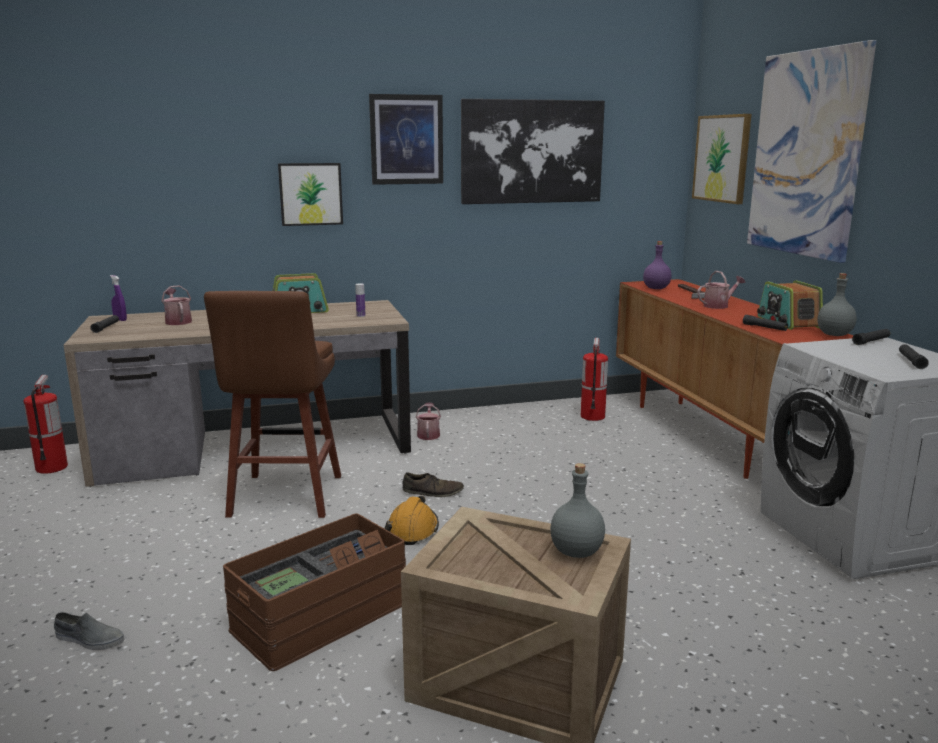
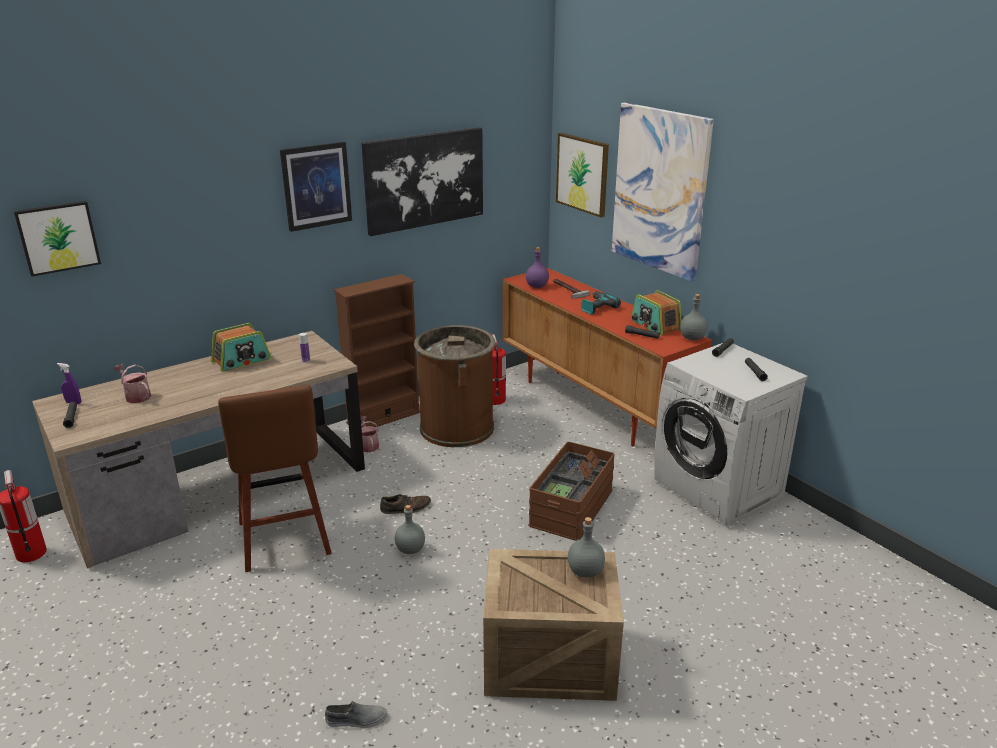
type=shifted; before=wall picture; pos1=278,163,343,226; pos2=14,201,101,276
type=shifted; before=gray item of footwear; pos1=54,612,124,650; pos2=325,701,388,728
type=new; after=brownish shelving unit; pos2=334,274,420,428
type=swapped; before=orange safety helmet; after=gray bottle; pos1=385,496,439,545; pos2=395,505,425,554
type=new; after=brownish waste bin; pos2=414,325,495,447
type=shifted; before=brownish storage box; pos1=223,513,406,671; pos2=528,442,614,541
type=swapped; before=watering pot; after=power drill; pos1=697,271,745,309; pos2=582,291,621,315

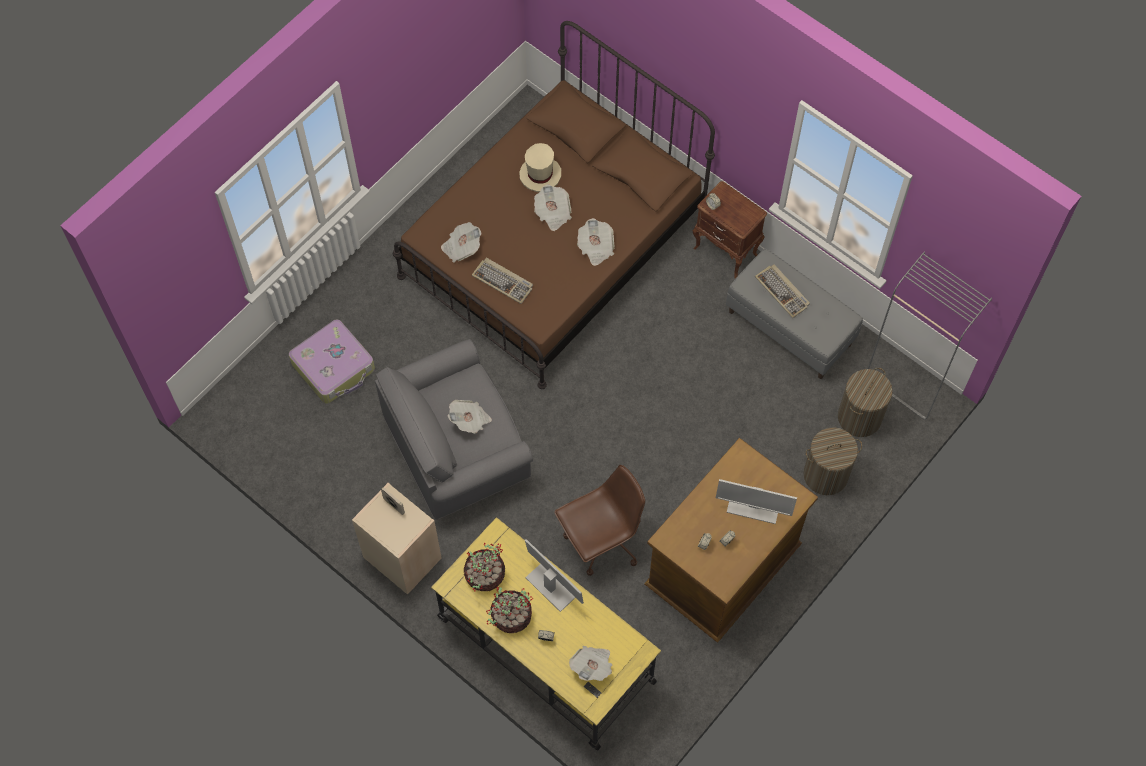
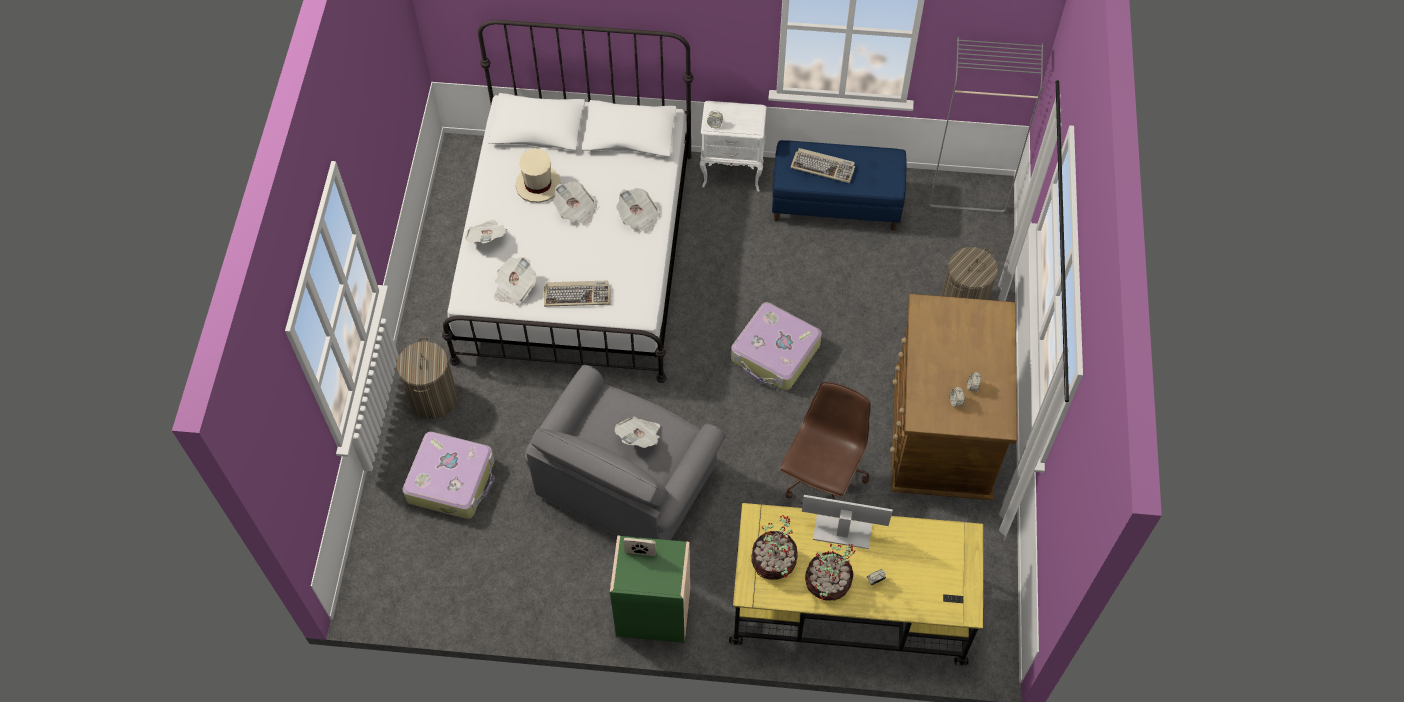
type=shifted; before=laundry basket; pos1=838,368,893,437; pos2=397,337,457,419
type=repainted; before=brownish bed; after=white bed; pos1=393,21,715,389; pos2=442,20,693,383
type=shifted; before=printed paper; pos1=569,646,612,681; pos2=465,220,507,243
type=repainted; before=sand-coloured shelving unit; after=green-coloured shelving unit; pos1=352,483,441,595; pos2=610,535,690,643
type=repainted; before=brownish night table; after=white night table; pos1=693,181,767,279; pos2=700,101,767,191
type=new; after=suitcase; pos2=731,302,822,390
type=repainted; before=gray long seat; after=blue-coloured long seat; pos1=726,249,863,379; pos2=772,140,907,231
type=gone; before=monitor; pos1=716,479,797,524

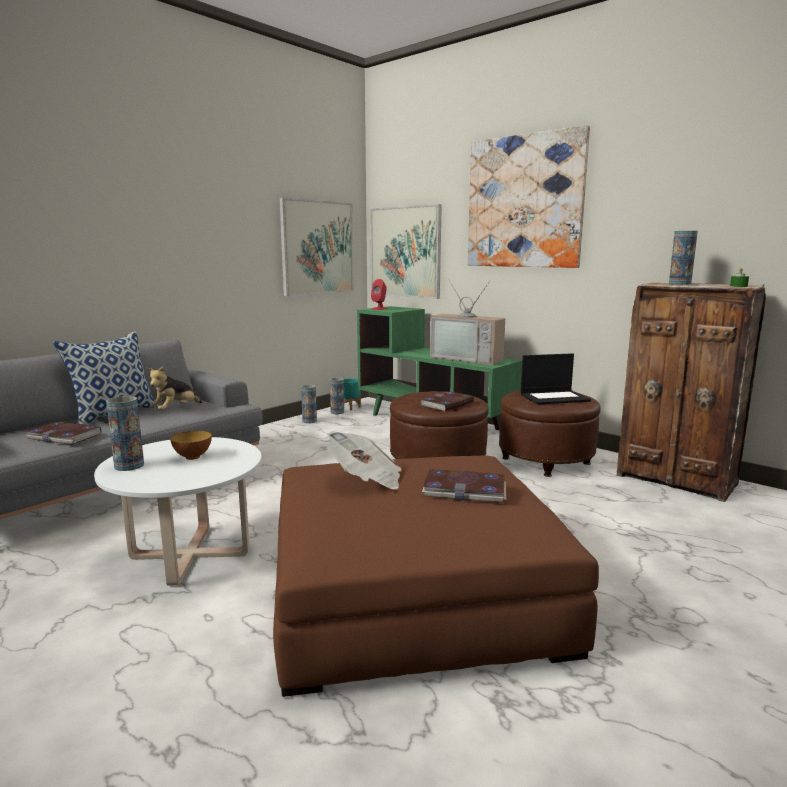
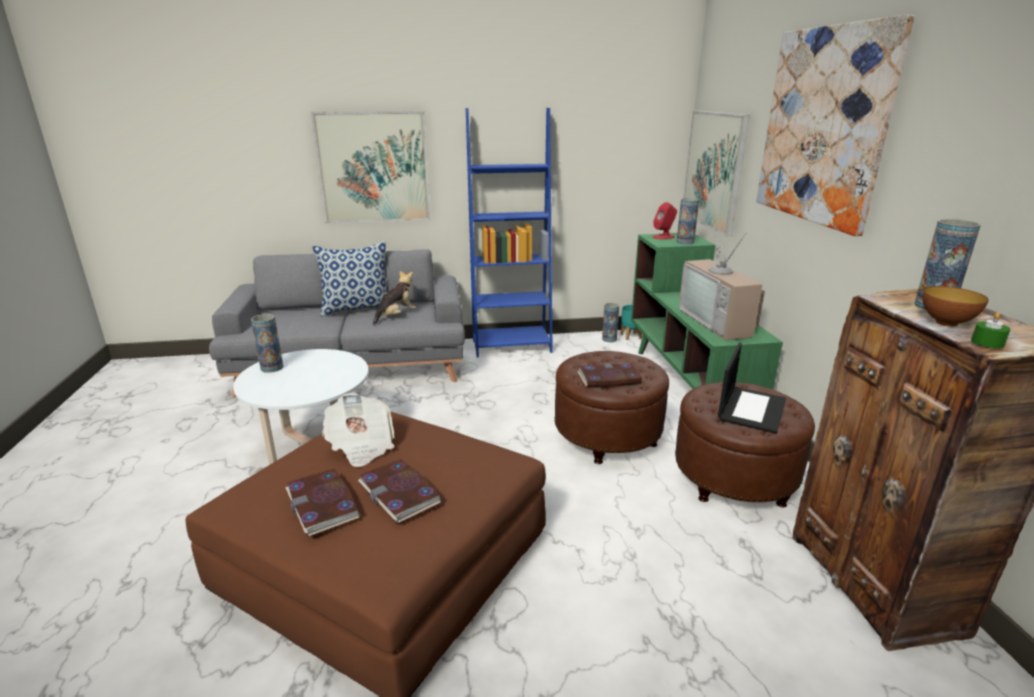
type=shifted; before=book; pos1=26,422,101,445; pos2=285,468,360,537
type=shifted; before=wall picture; pos1=279,197,354,296; pos2=311,111,430,223
type=rotated; before=plush toy; pos1=147,366,202,410; pos2=373,271,416,325; turn=150
type=new; after=blue-coloured shelving unit; pos2=466,108,553,357
type=shifted; before=vase; pos1=301,385,317,424; pos2=676,198,699,245
type=rotated; before=notebook computer; pos1=521,353,591,405; pos2=718,343,786,434; turn=-90
type=shifted; before=serving bowl; pos1=170,431,212,460; pos2=922,286,989,326

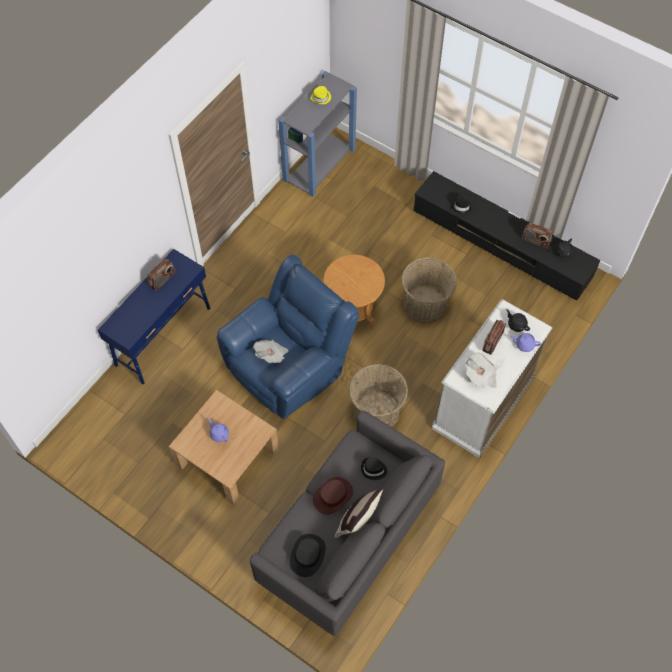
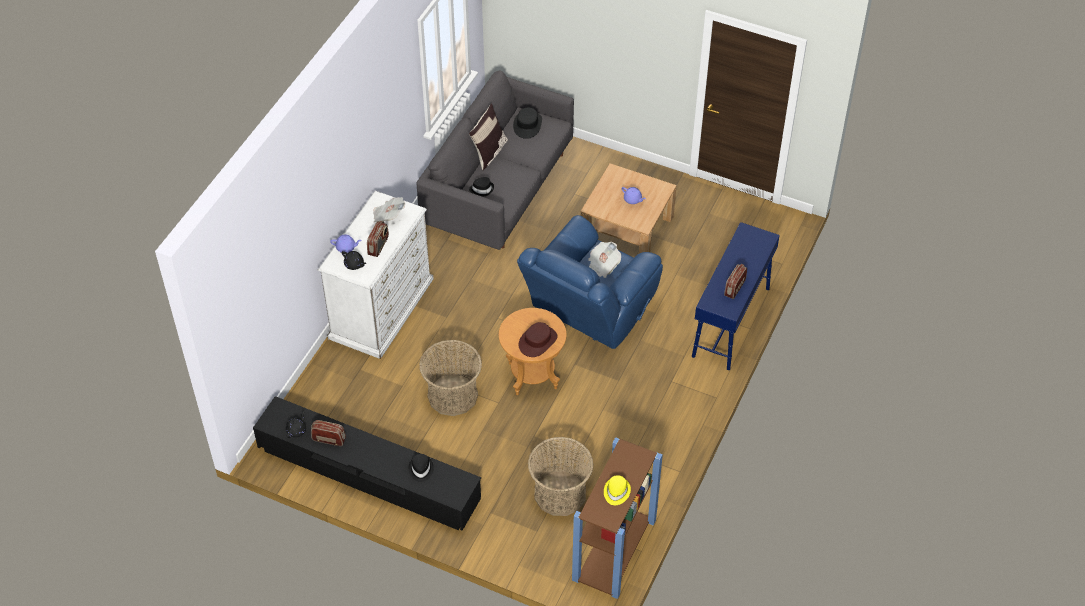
type=shifted; before=brownish hat; pos1=313,477,353,515; pos2=519,322,557,357
type=shifted; before=household basket; pos1=349,364,408,427; pos2=528,437,594,516
type=repainted; before=gray shelving unit; after=brownish shelving unit; pos1=278,71,357,197; pos2=572,437,663,599

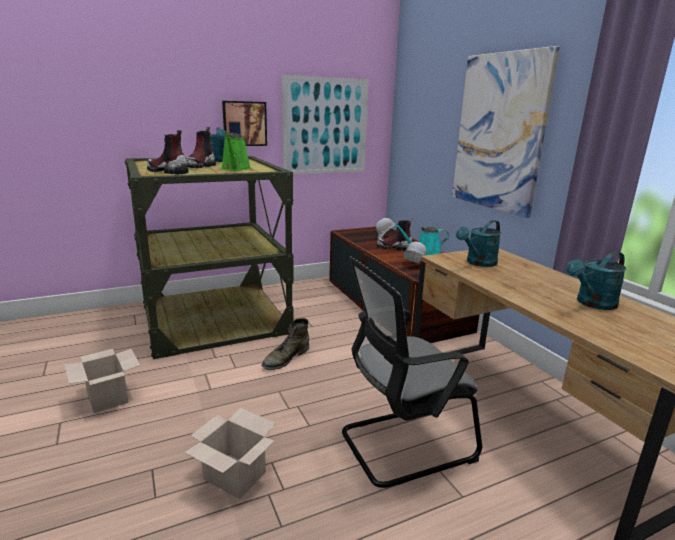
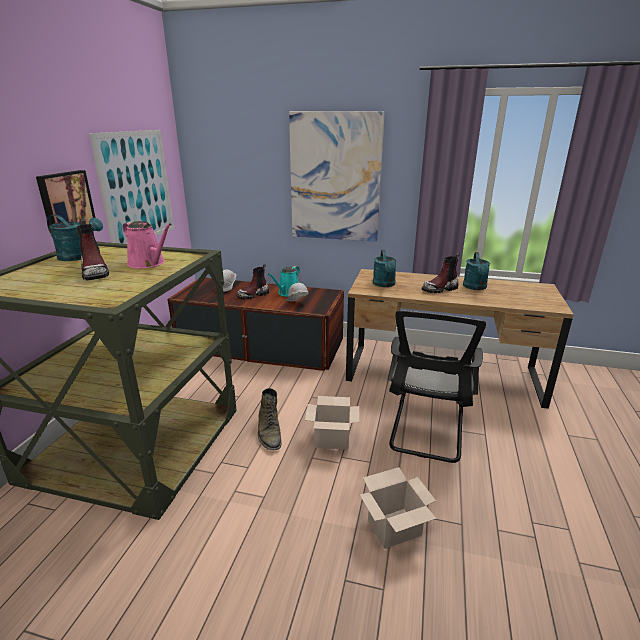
type=repainted; before=green-coloured watering pot; after=pink watering pot; pos1=221,131,251,171; pos2=123,221,172,268
type=shifted; before=cardboard box; pos1=64,349,140,413; pos2=305,396,359,449
type=shifted; before=tall boot; pos1=147,130,189,175; pos2=422,253,460,293

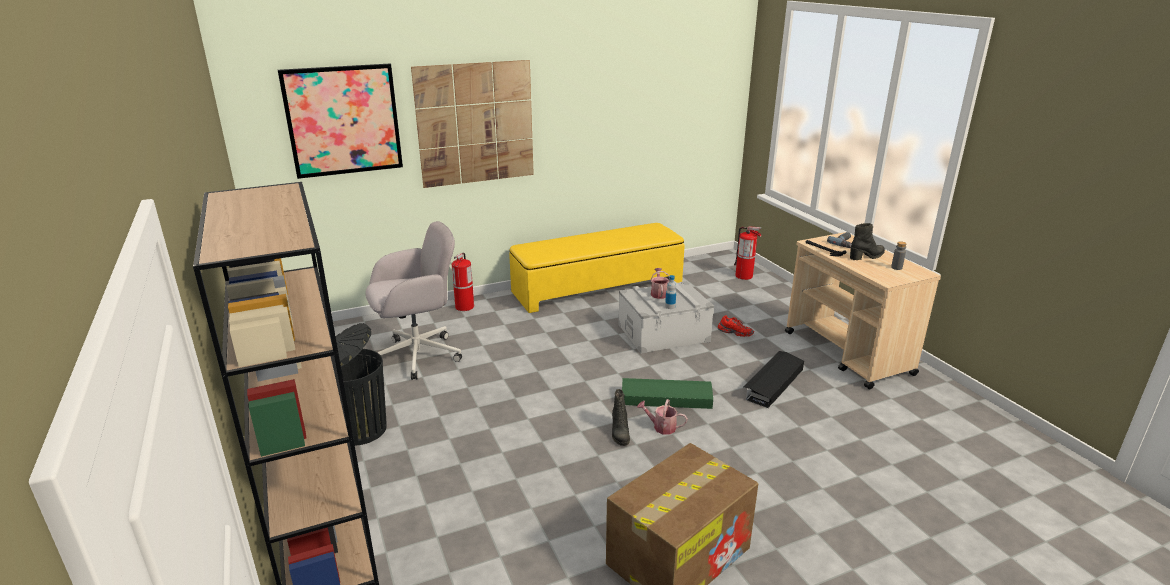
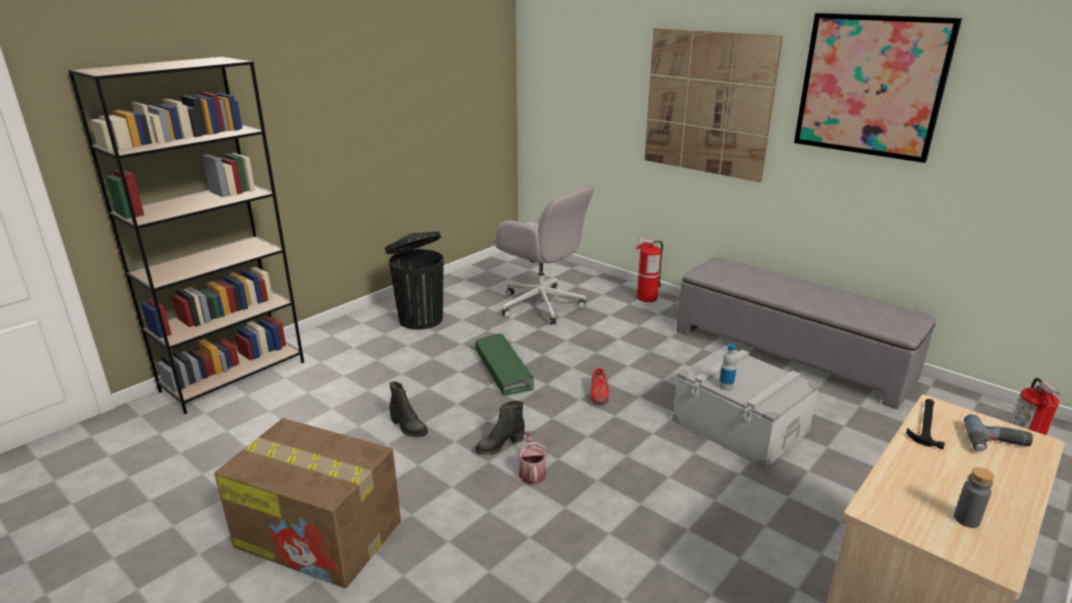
type=shifted; before=blackish tall boot; pos1=850,223,885,260; pos2=389,381,428,437
type=shifted; before=green-coloured storage box; pos1=622,378,713,409; pos2=475,334,534,396
type=shifted; before=reddish item of footwear; pos1=718,315,754,337; pos2=590,368,609,404
type=repainted; before=yellowish long seat; after=gray long seat; pos1=509,223,685,313; pos2=676,257,936,409
type=shifted; before=wall picture; pos1=278,64,403,179; pos2=794,13,962,163
type=gone; before=watering pot; pos1=650,268,670,299
type=gone; before=blackish storage box; pos1=744,351,804,408

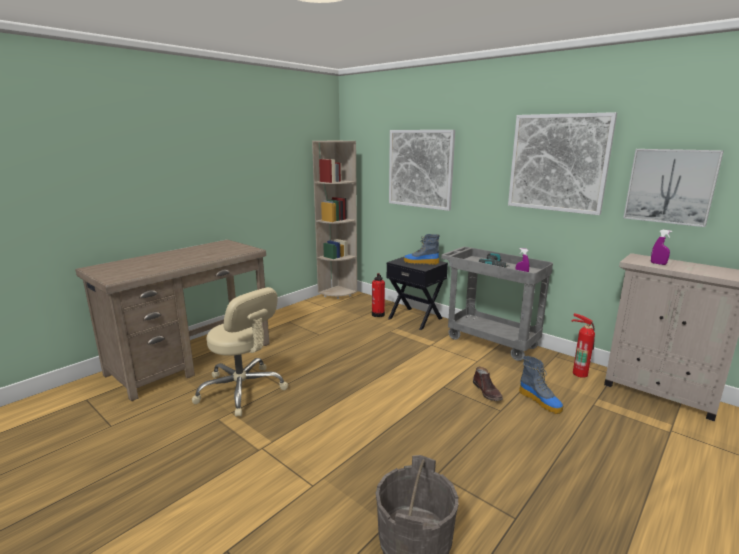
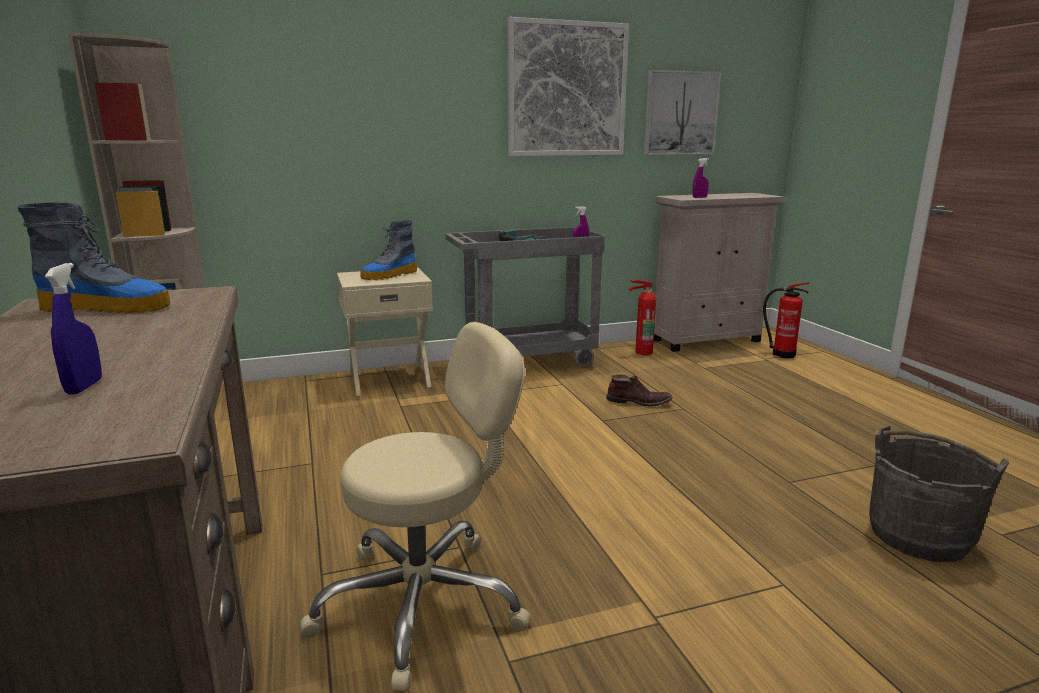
type=shifted; before=tall boot; pos1=519,356,563,414; pos2=17,202,170,314
type=new; after=blue-coloured sprayer; pos2=45,263,102,395
type=repainted; before=blackish night table; after=sand-coloured night table; pos1=386,257,448,330; pos2=337,268,433,396
type=shifted; before=fire extinguisher; pos1=372,273,385,317; pos2=763,282,810,359
type=gone; before=wall picture; pos1=389,130,455,211

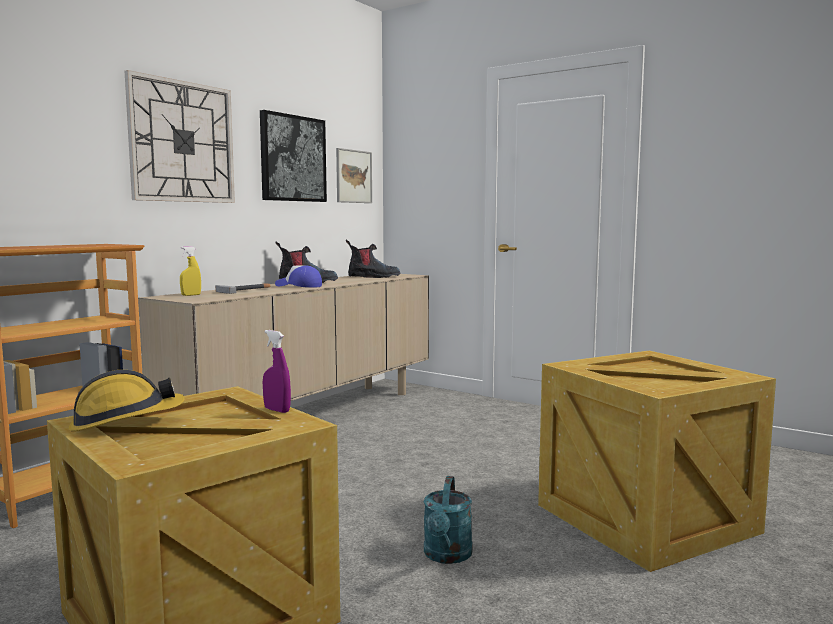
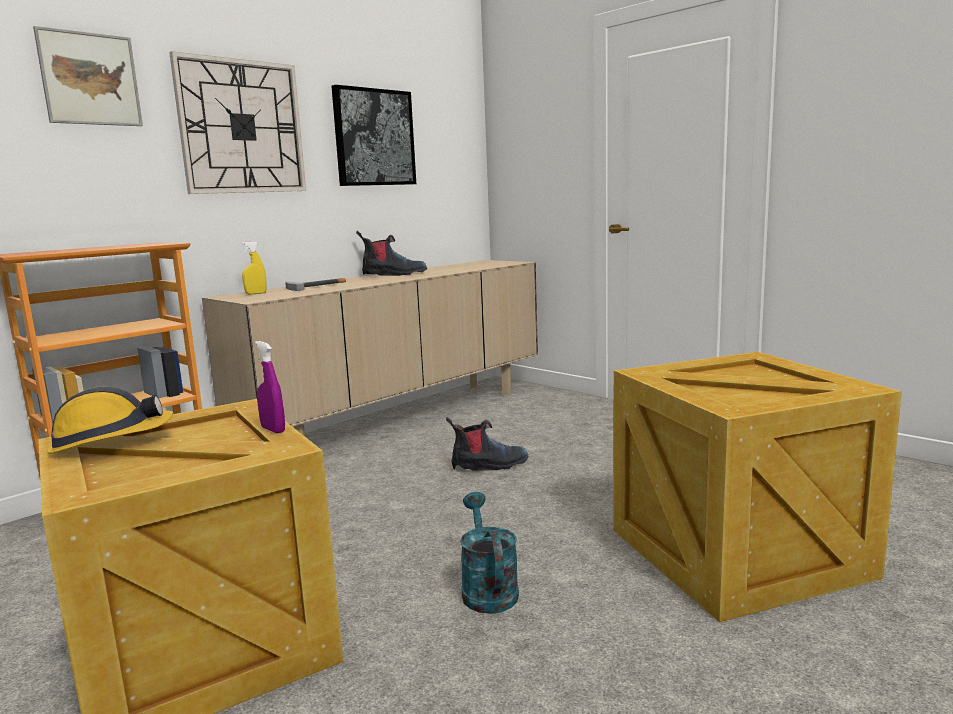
type=shifted; before=wall picture; pos1=336,148,372,203; pos2=33,26,143,126
type=shifted; before=tall boot; pos1=346,240,401,278; pos2=446,417,528,471
type=rotated; before=turquoise watering pot; pos1=424,476,473,564; pos2=460,492,519,614; turn=150
type=gone; before=cap; pos1=275,265,322,287

